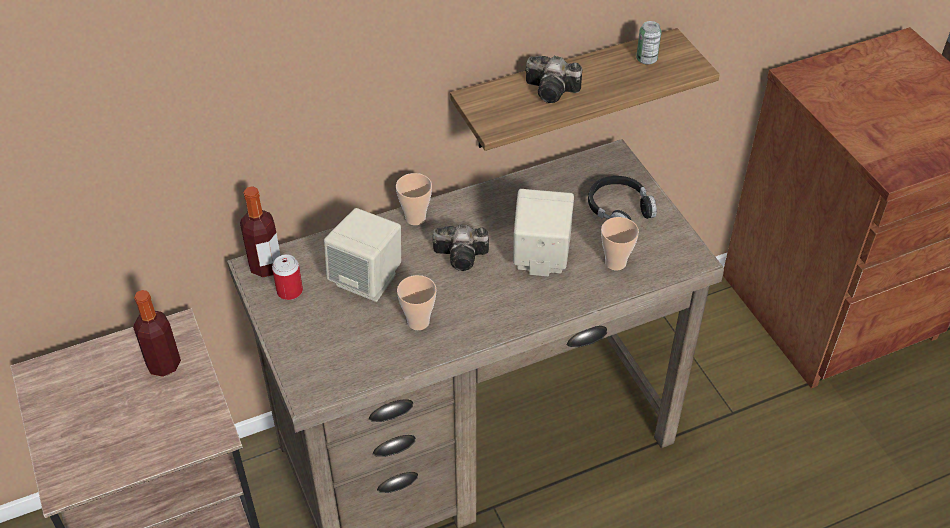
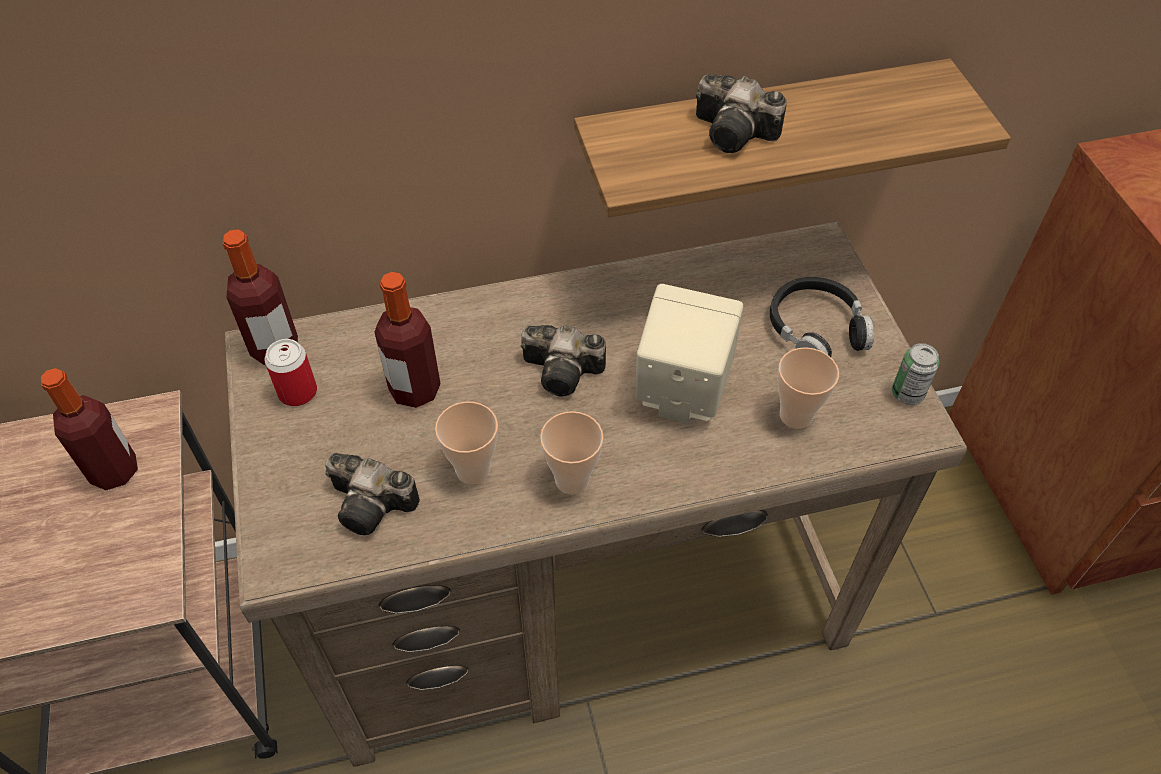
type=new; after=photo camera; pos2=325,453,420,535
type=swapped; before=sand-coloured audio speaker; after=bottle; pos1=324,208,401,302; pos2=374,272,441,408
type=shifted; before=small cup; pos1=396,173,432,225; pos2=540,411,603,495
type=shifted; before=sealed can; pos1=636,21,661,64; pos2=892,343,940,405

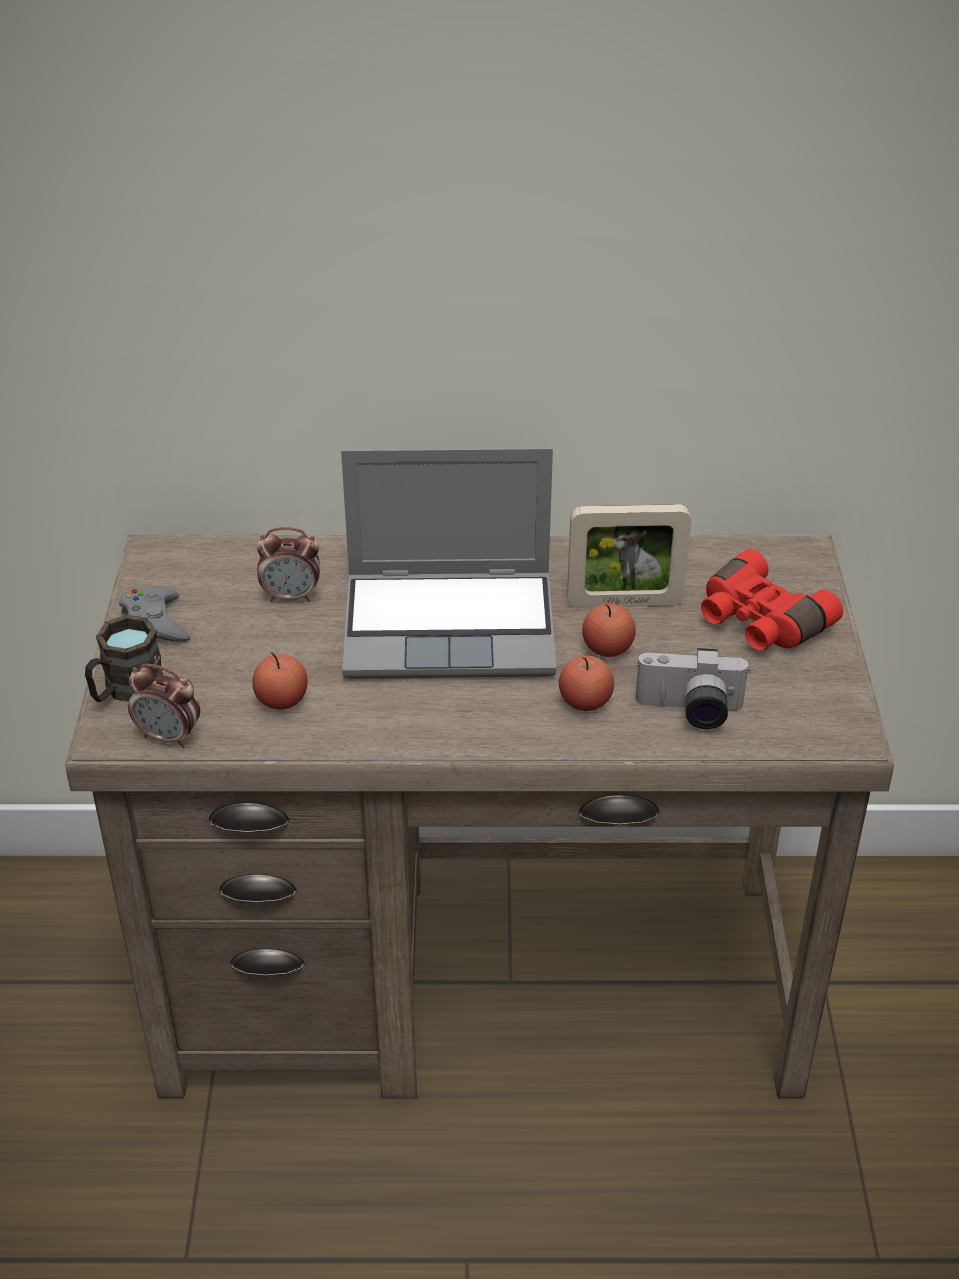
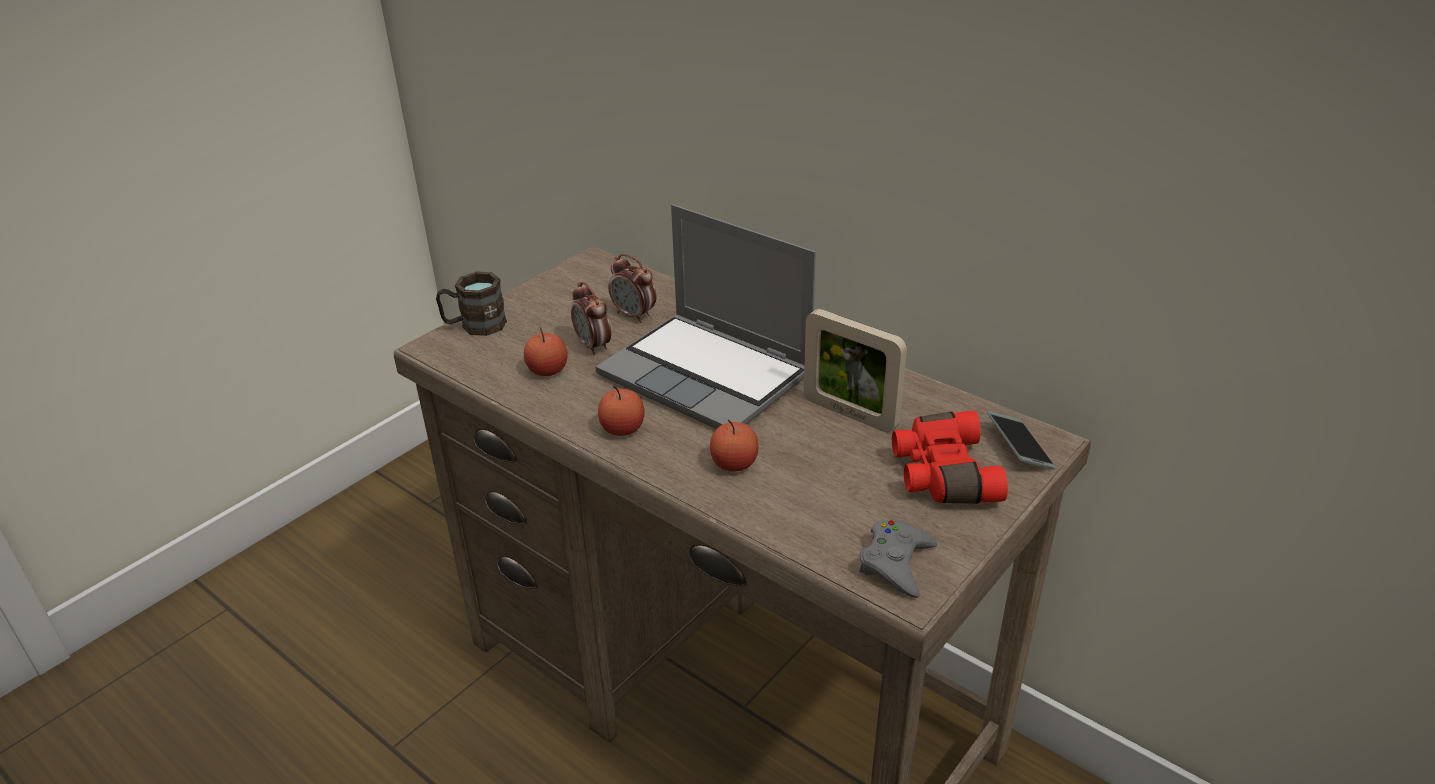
type=shifted; before=bedside clock; pos1=128,664,200,748; pos2=571,281,611,355
type=shifted; before=whole apple; pos1=582,604,636,657; pos2=598,386,644,436
type=shifted; before=gray joypad; pos1=119,587,191,642; pos2=859,520,937,598
type=new; after=telephone; pos2=987,411,1055,469
type=gone; before=photo camera; pos1=635,648,751,729

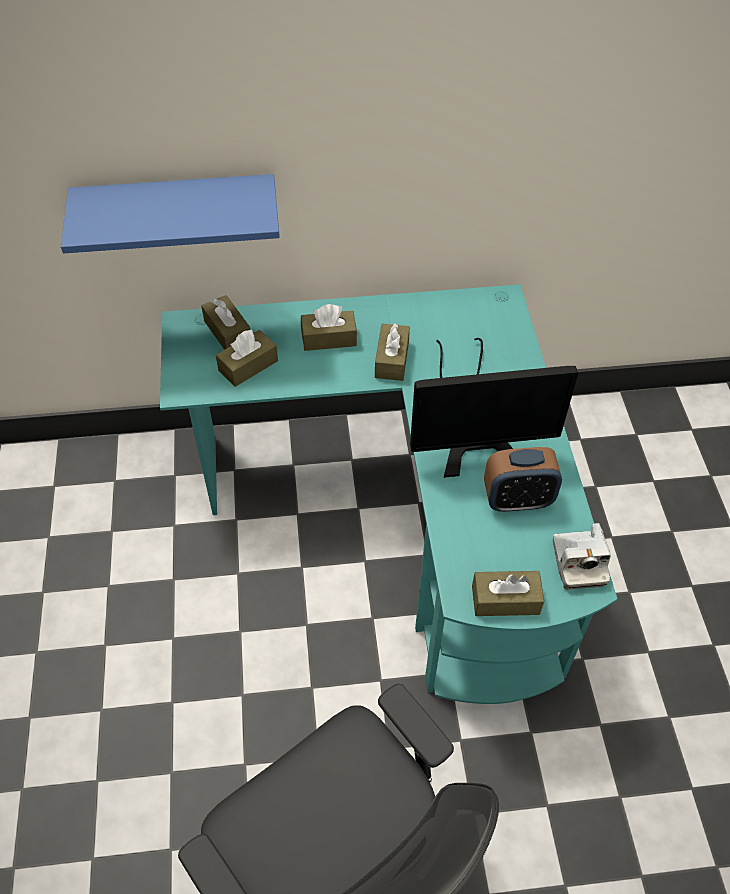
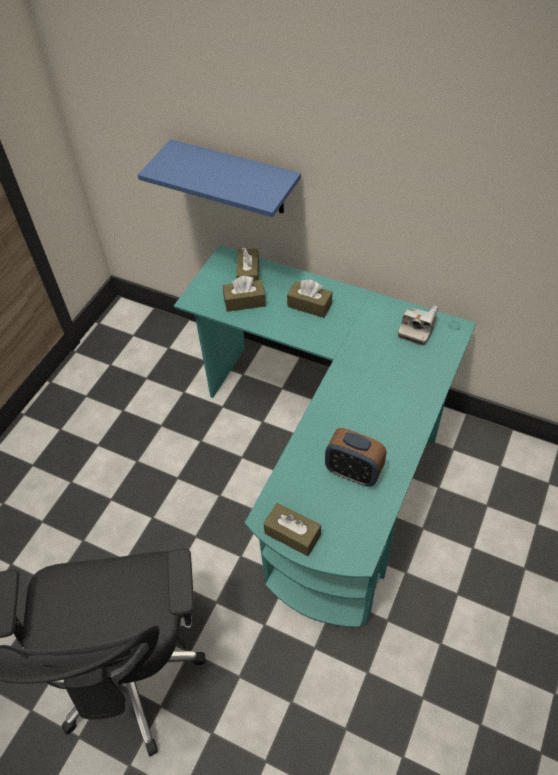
type=shifted; before=photo camera; pos1=553,523,611,590; pos2=398,306,438,345
type=gone; before=brownish tissue box; pos1=375,323,410,381
type=gone; before=monitor; pos1=410,338,578,478

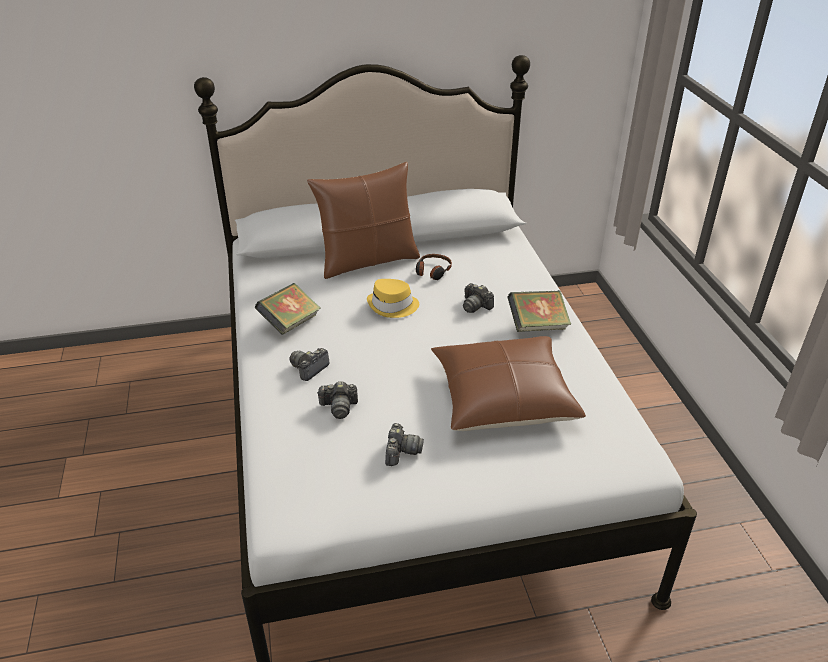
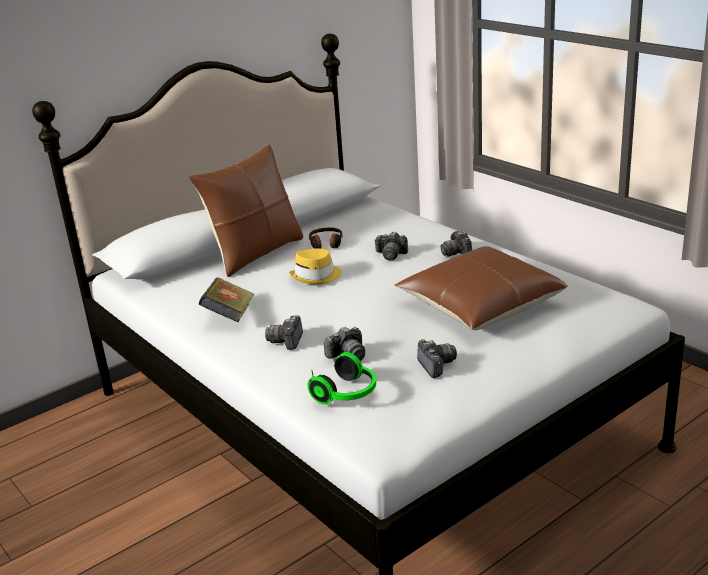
type=new; after=pair of headphones; pos2=307,352,376,405
type=swapped; before=book; after=photo camera; pos1=507,290,571,332; pos2=440,231,472,257

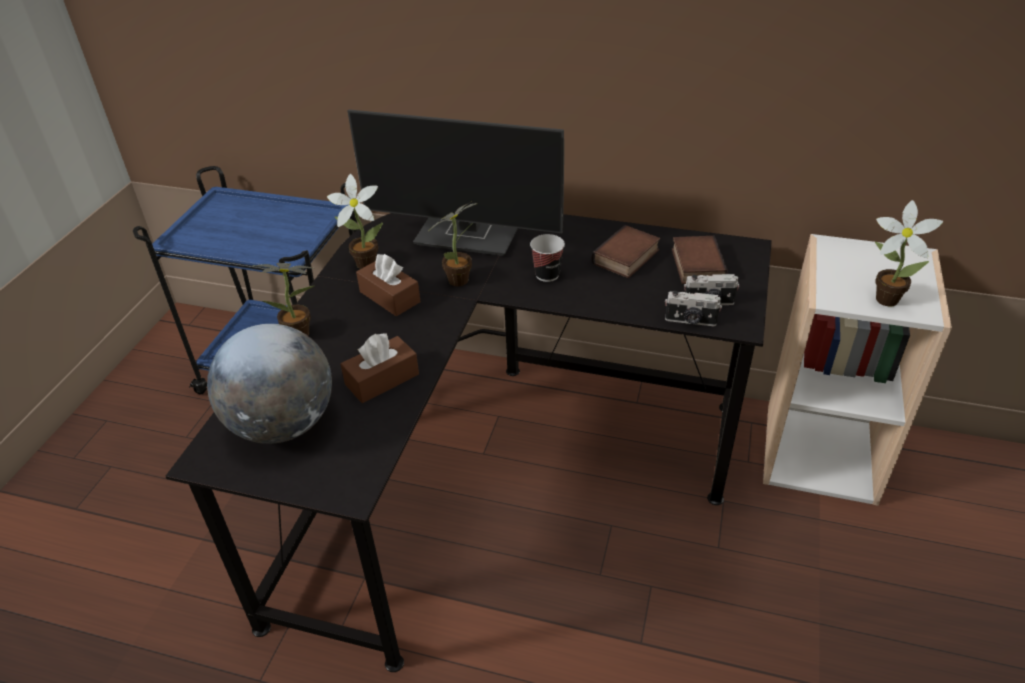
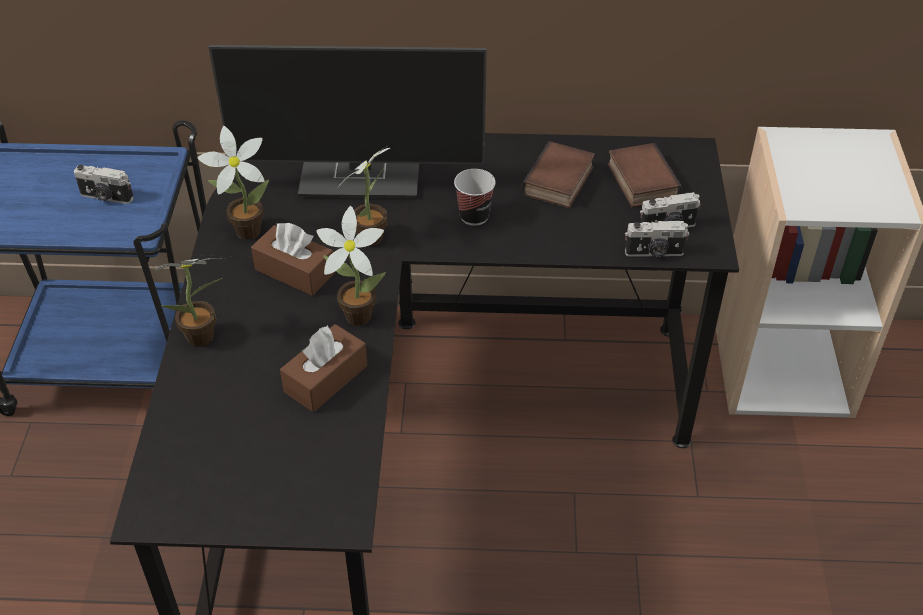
type=new; after=photo camera; pos2=74,165,134,204
type=shifted; before=potted plant; pos1=875,200,943,306; pos2=316,206,385,326
type=gone; before=world globe; pos1=207,324,332,444

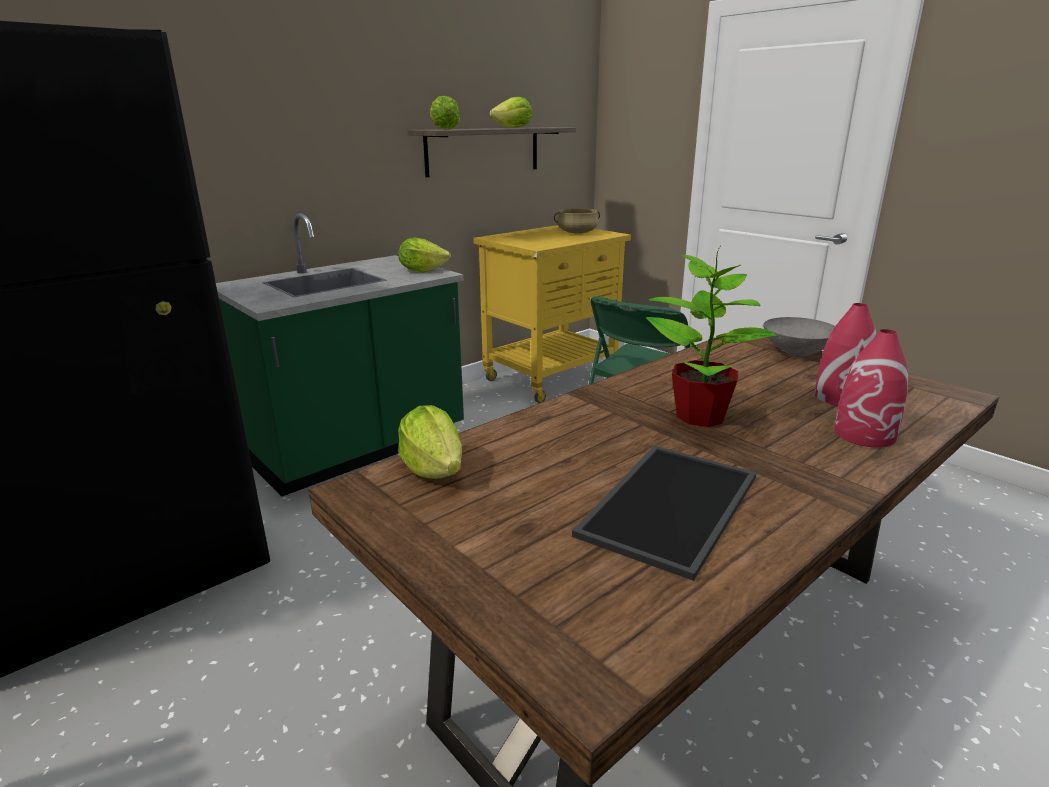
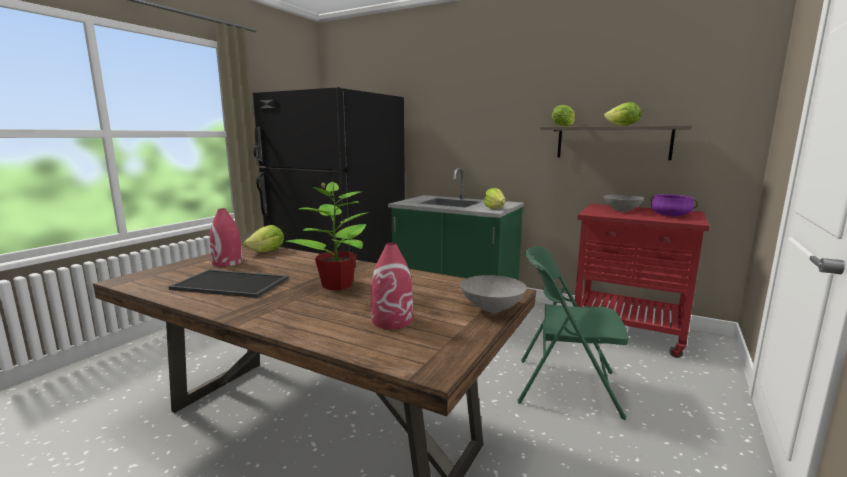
type=shifted; before=reddish vase; pos1=834,329,908,448; pos2=210,208,243,267
type=repainted; before=yellowish wheeled cart; after=reddish wheeled cart; pos1=473,225,631,403; pos2=575,204,710,358
type=new; after=gray serving bowl; pos2=604,195,644,212
type=repainted; before=sand-coloured cooking pot; after=purple cooking pot; pos1=554,208,600,234; pos2=651,194,698,216

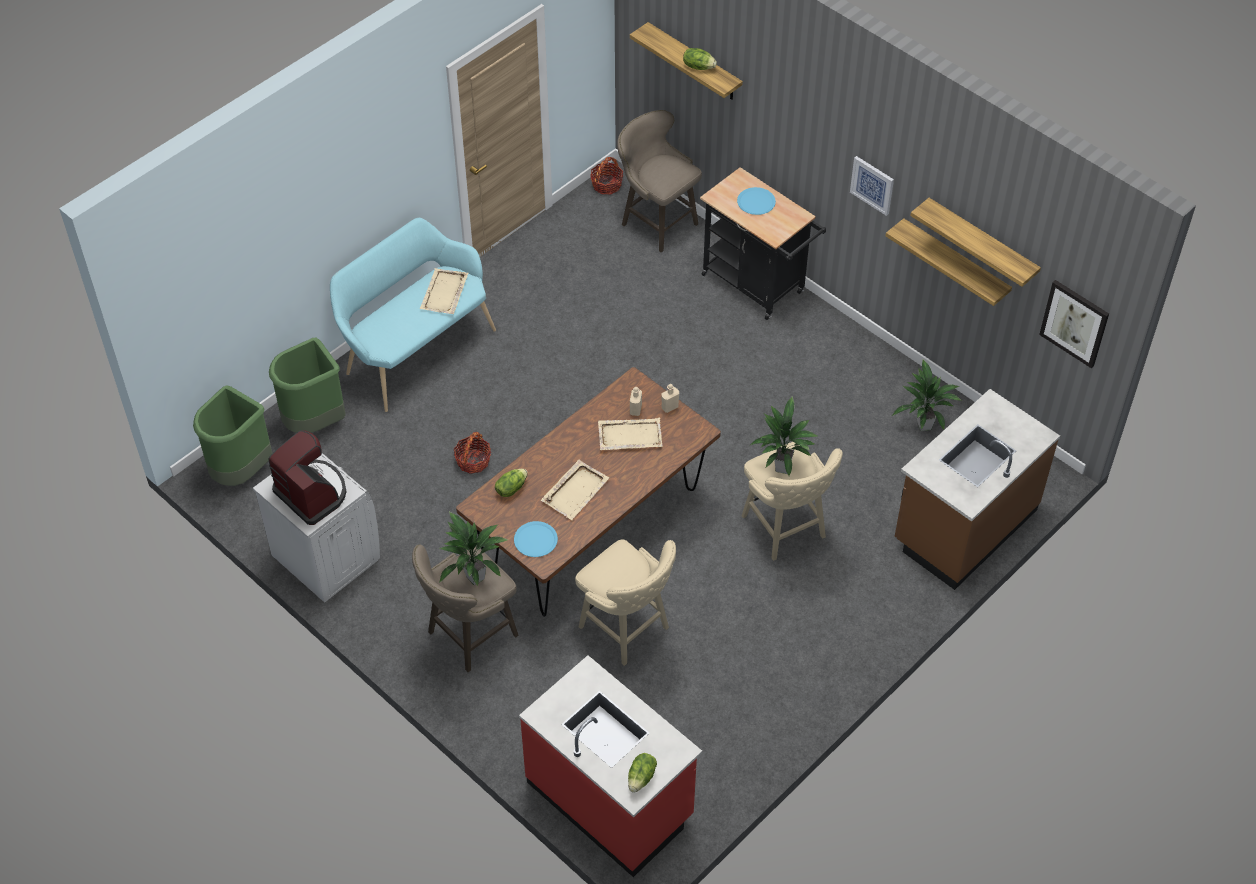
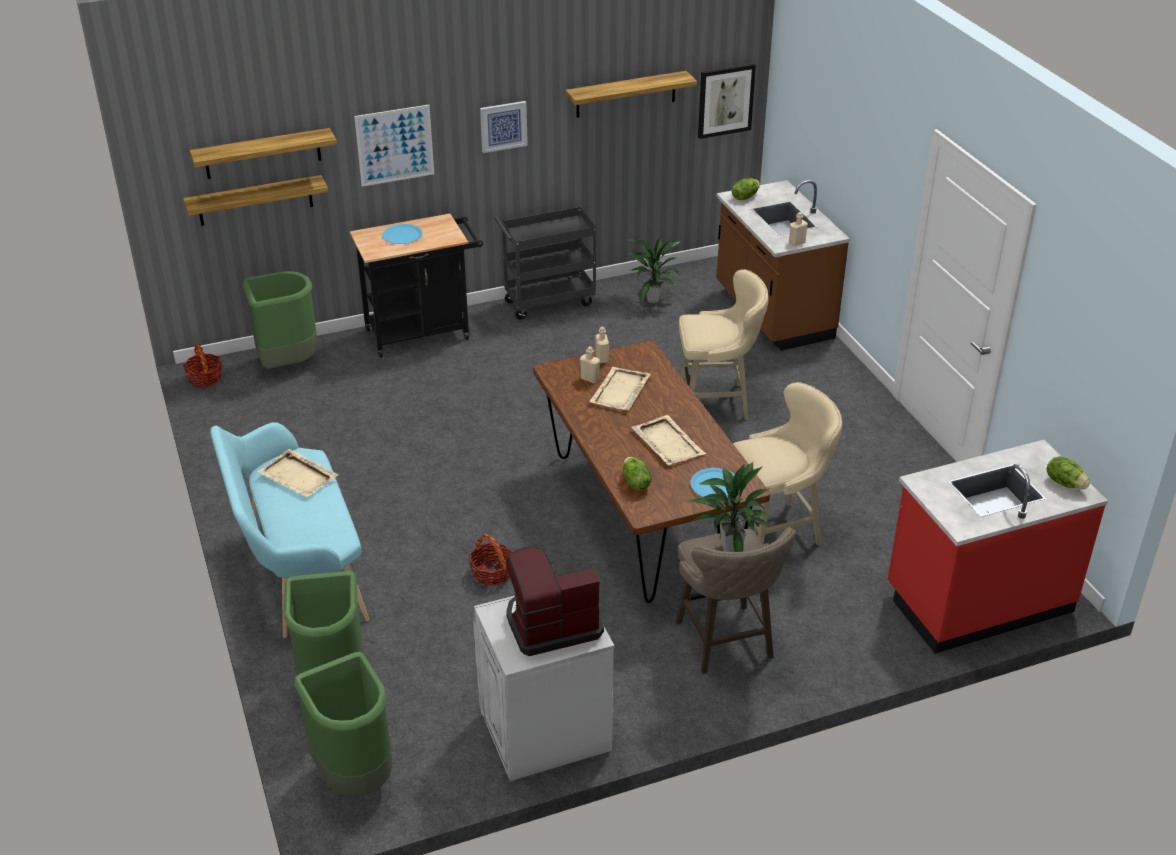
type=shifted; before=shelf; pos1=886,218,1012,306; pos2=183,175,328,226
type=swapped; before=sand-coloured stool seat; after=green-coloured waste bin; pos1=617,110,702,252; pos2=243,271,318,369
type=new; after=wall picture; pos2=354,105,434,186
type=new; after=gray wheeled cart; pos2=494,207,596,320
type=shifted; before=head of lettuce; pos1=683,48,717,70; pos2=732,178,760,200
type=new; after=sand-coloured bottle; pos2=789,212,808,246
type=gone; before=potted plant; pos1=749,396,817,476

